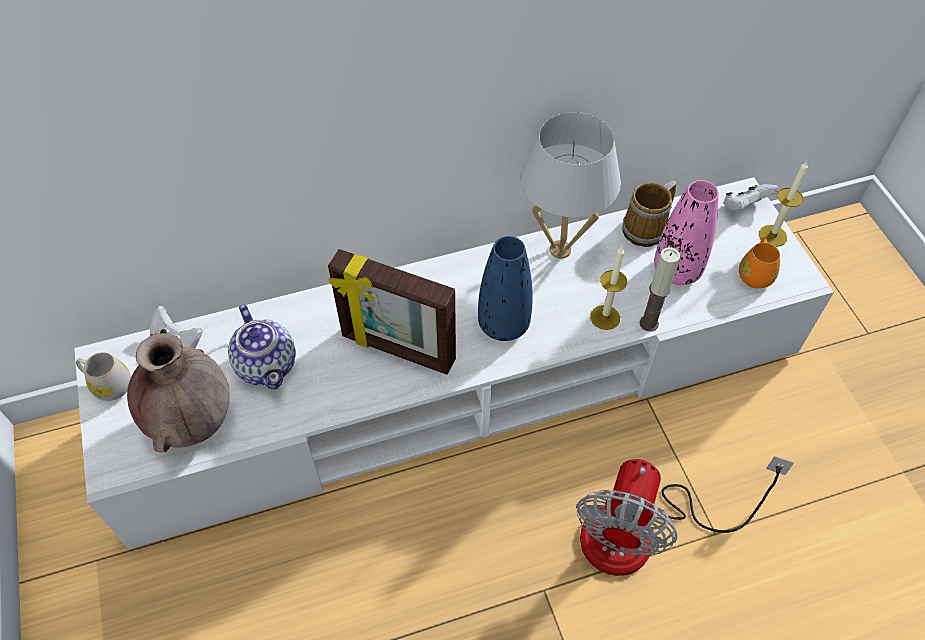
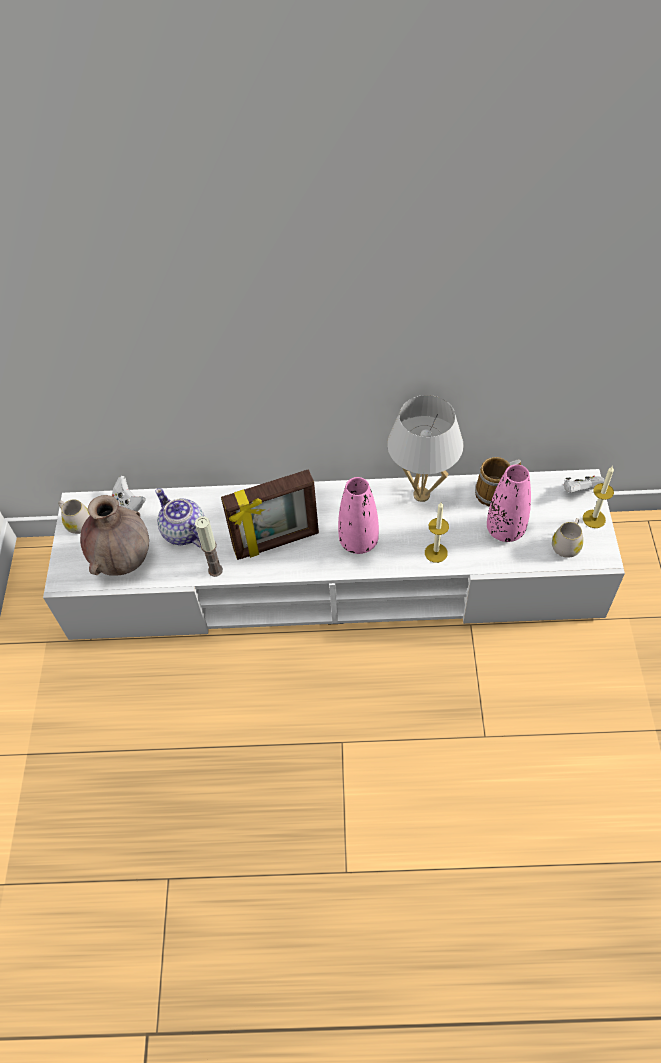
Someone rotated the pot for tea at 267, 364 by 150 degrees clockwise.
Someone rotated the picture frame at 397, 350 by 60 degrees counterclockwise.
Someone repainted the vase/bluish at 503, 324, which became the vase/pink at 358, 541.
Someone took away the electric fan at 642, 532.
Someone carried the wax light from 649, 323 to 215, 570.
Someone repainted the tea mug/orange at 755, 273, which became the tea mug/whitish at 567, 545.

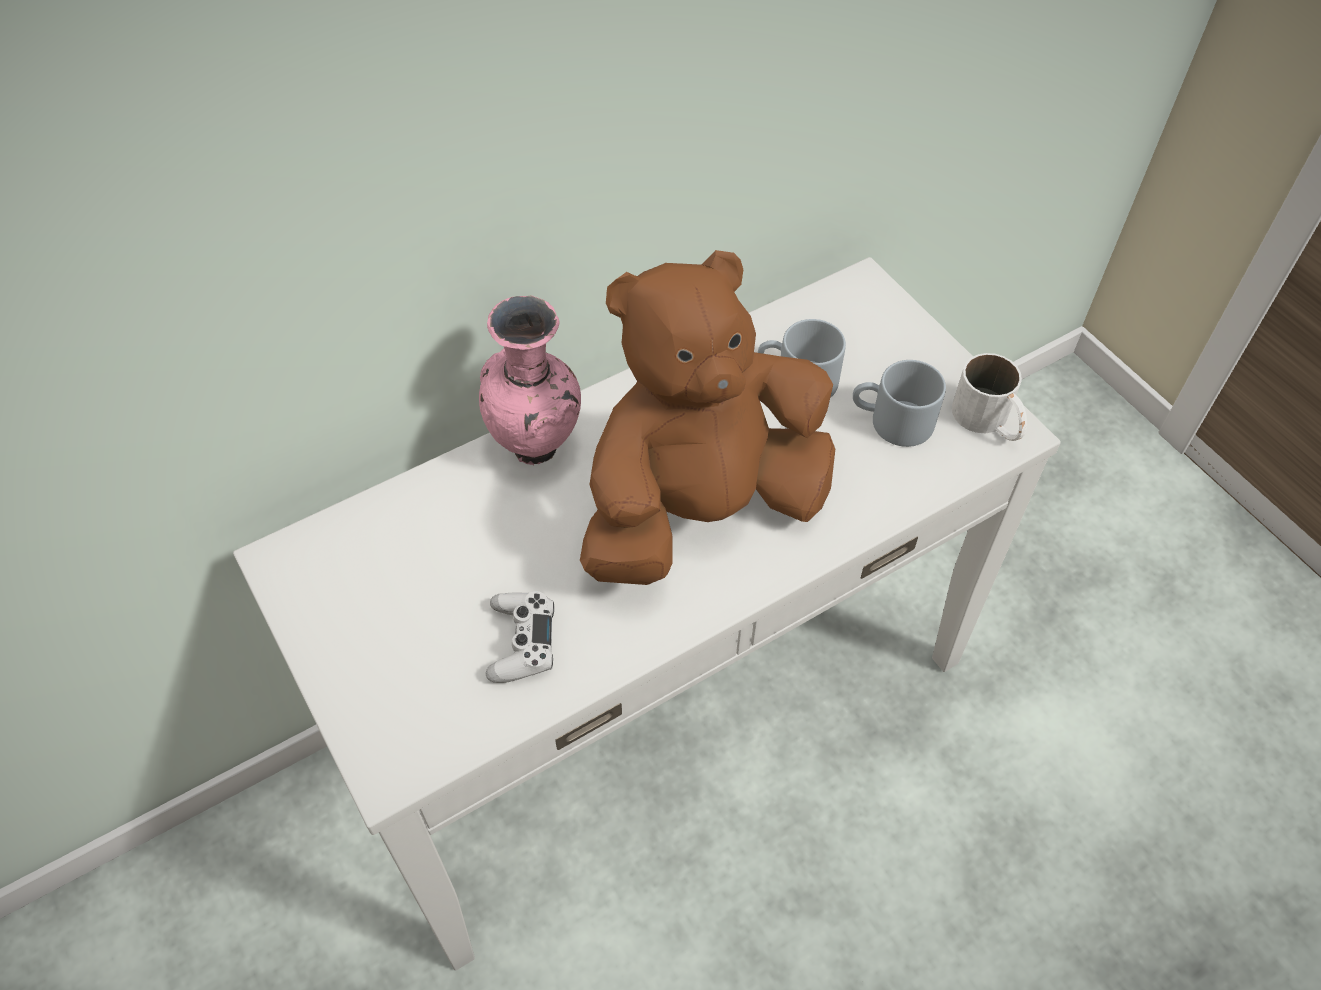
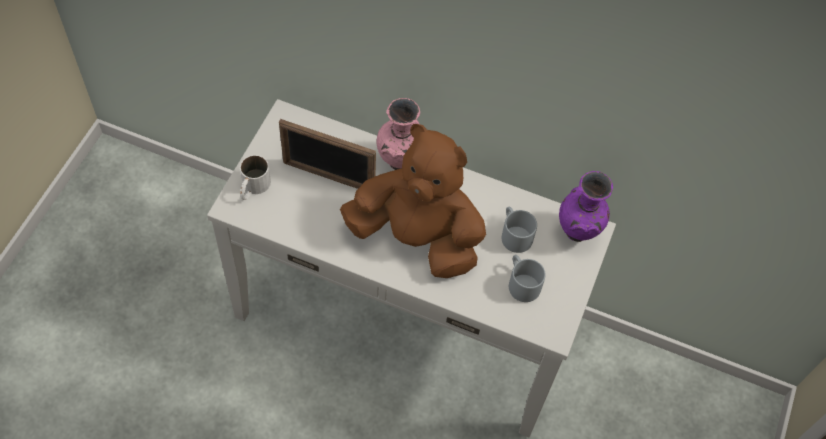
Someone took away the game controller/whitish at 522, 642.
Someone carried the tea mug/whitish from 989, 421 to 253, 188.
Someone put down the picture frame at 328, 177.
Someone put down the vase/purple at 578, 234.

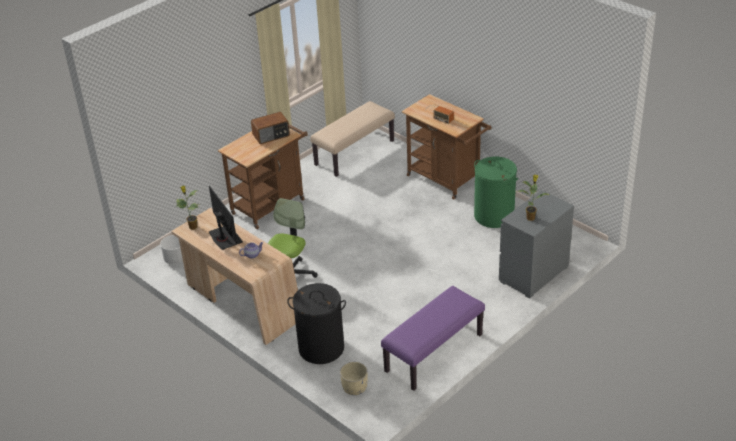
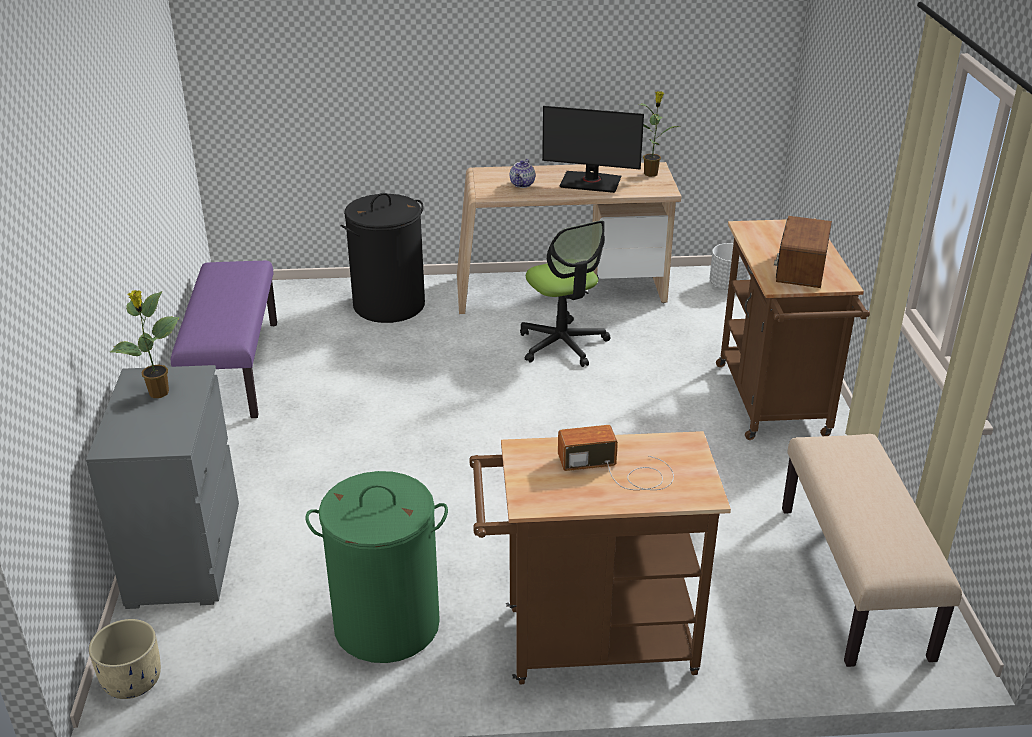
Someone carried the flower pot/beige-coloured from 354, 387 to 133, 681.

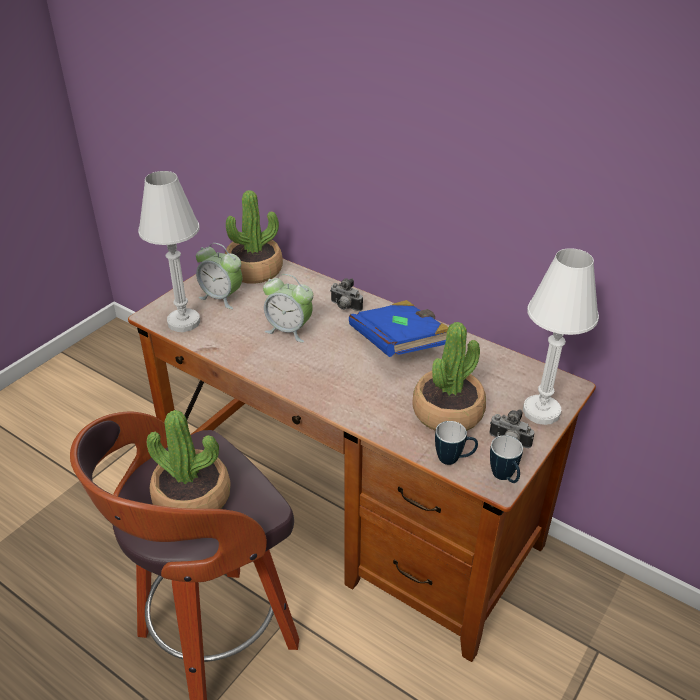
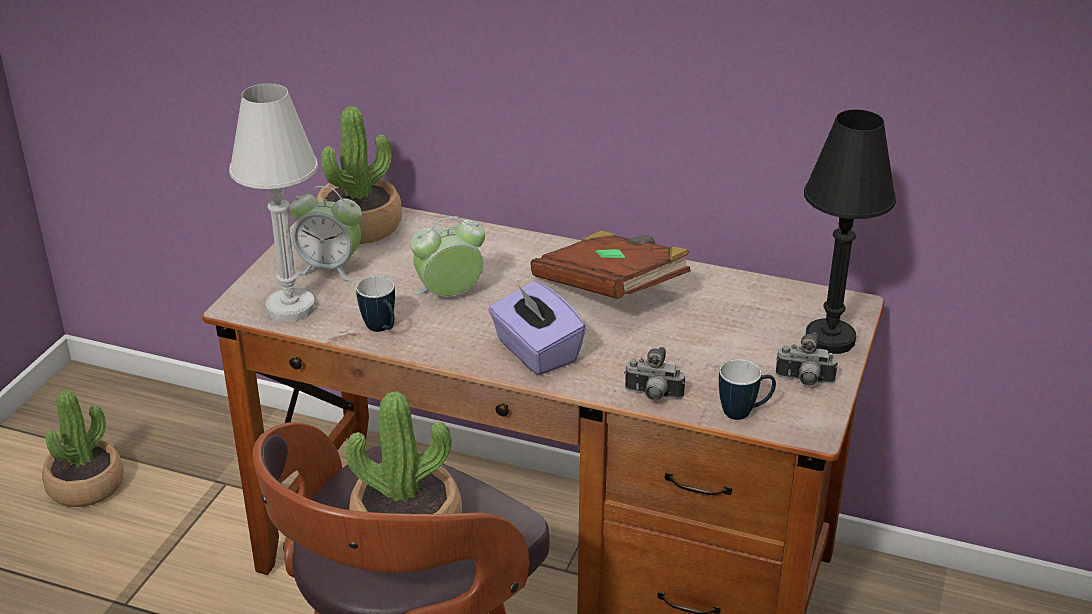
Someone rotated the alarm clock at 289, 330 by 150 degrees clockwise.
Someone carried the still camera from 344, 307 to 652, 396.
Someone repainted the book/bluish at 399, 345, which became the book/brownish at 610, 290.
Someone carried the plant in a pot from 448, 412 to 86, 486.
Someone carried the tea mug from 505, 478 to 382, 329.
Someone repainted the lamp for a table/whitish at 541, 411, which became the lamp for a table/black-coloured at 829, 339.
Someone put down the box of tissues/purple at 535, 352.

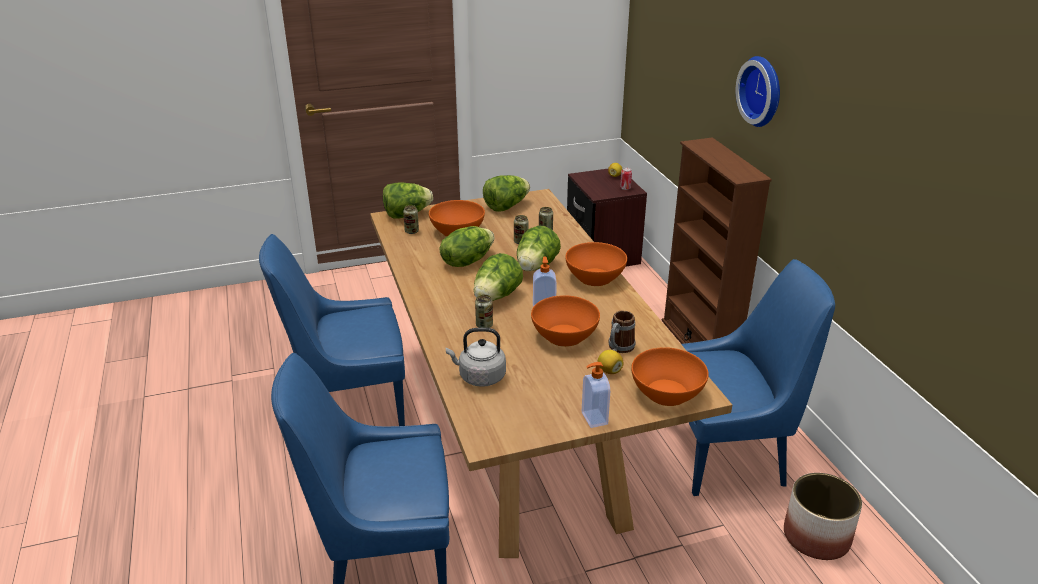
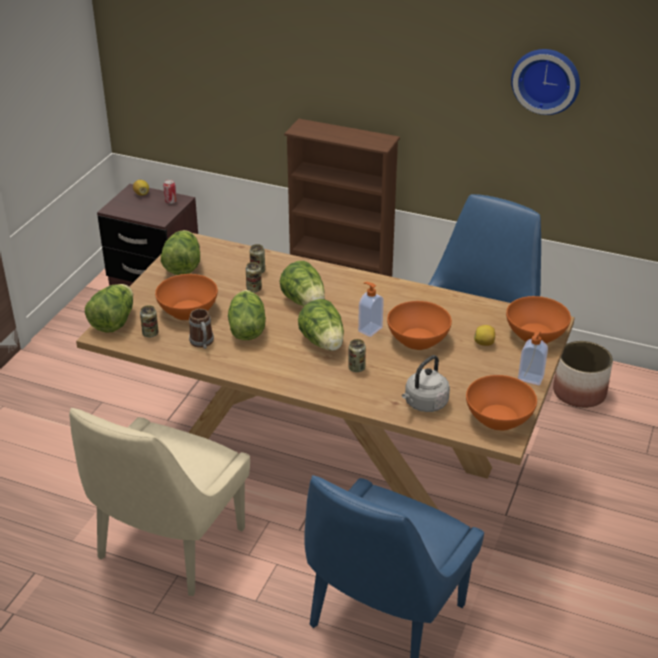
Someone repainted the plain chair/bluish at 350, 407, which became the plain chair/beige-coloured at 168, 547.
Someone carried the deep dish/orange from 595, 277 to 498, 417.
Someone carried the tea mug from 619, 348 to 202, 343.
Someone carried the clock on the wall from 763, 91 to 546, 79.

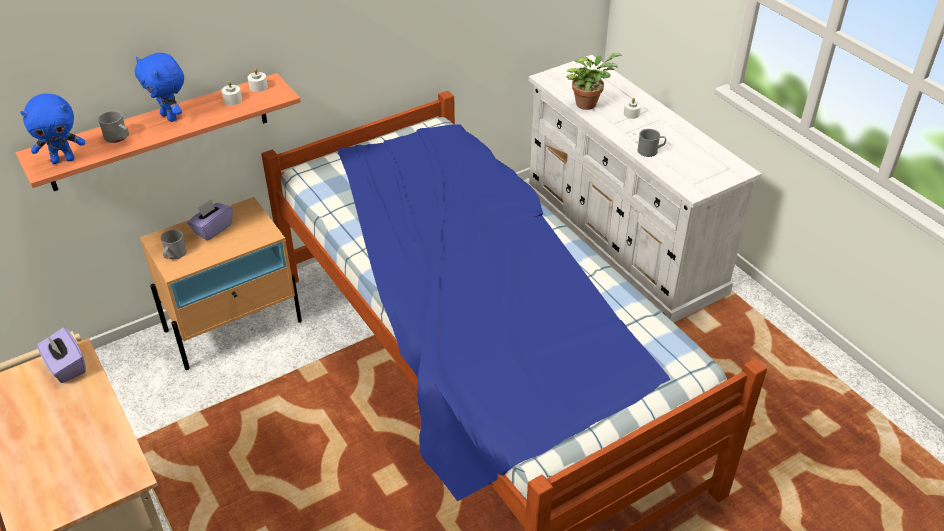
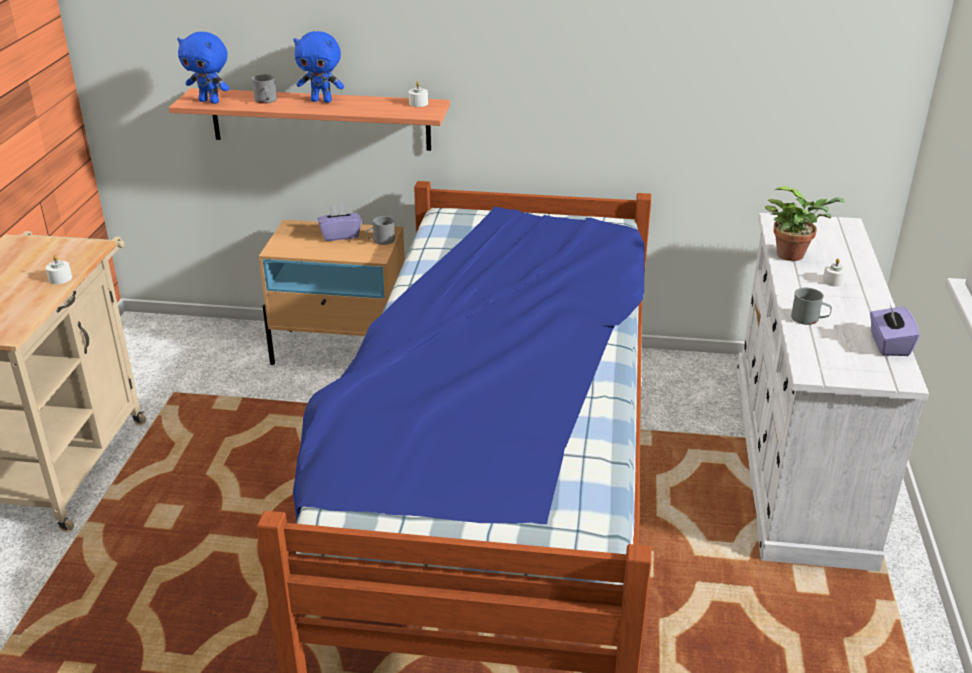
Someone carried the box of tissues/purple from 66, 366 to 888, 344.
Someone rotated the plush toy/bluish at 170, 117 by 75 degrees counterclockwise.
Someone carried the tea mug/grey from 174, 255 to 381, 241.
Someone carried the wax light/whitish from 232, 100 to 60, 278.

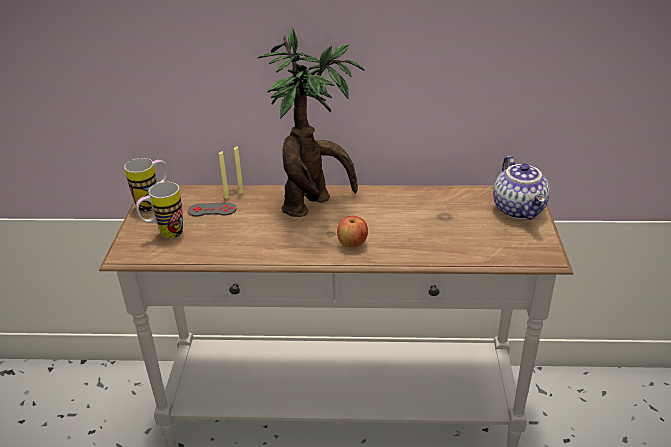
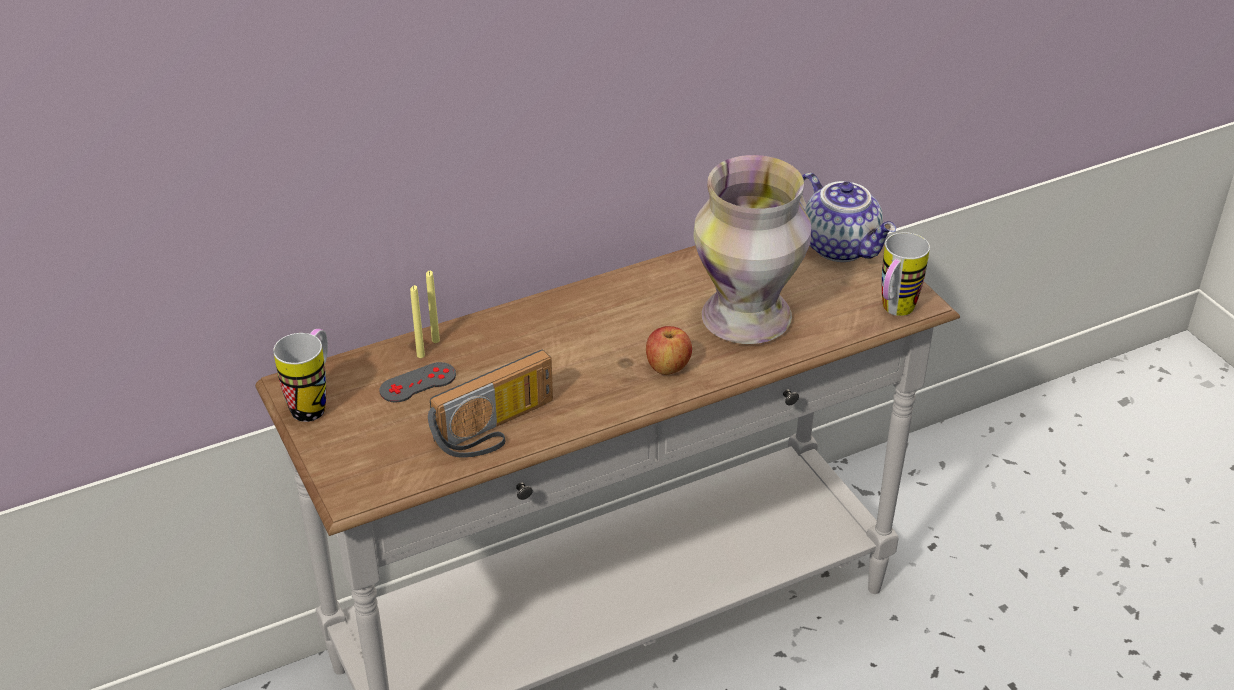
Someone carried the tea mug from 164, 234 to 893, 312.
Someone took away the plant in a pot at 314, 203.
Someone put down the radio at 497, 430.
Someone put down the vase at 745, 319.

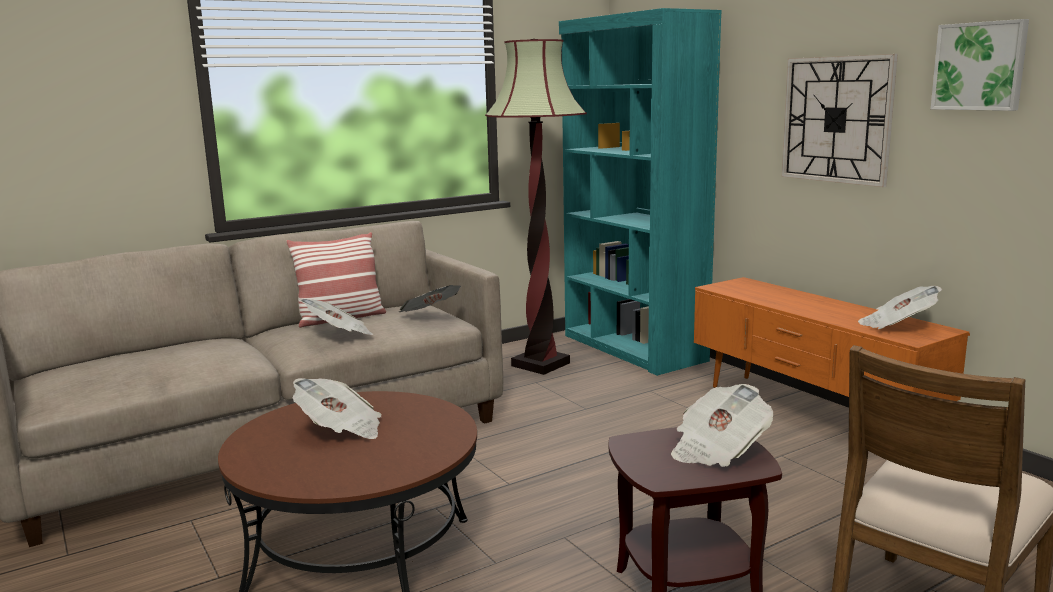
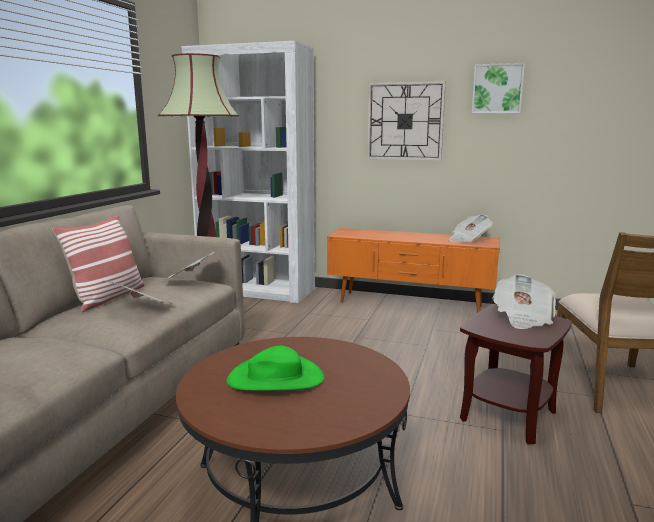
Someone swapped the daily paper at 341, 430 for the hat/green-coloured at 275, 379.
Someone repainted the shelving unit/blue-green at 632, 348, which became the shelving unit/whitish at 257, 290.

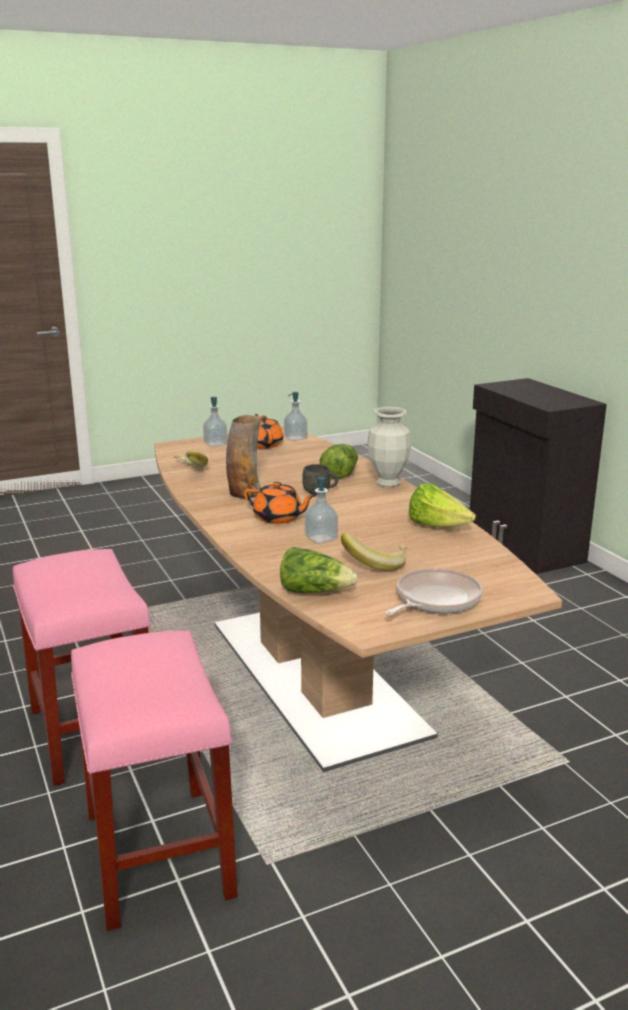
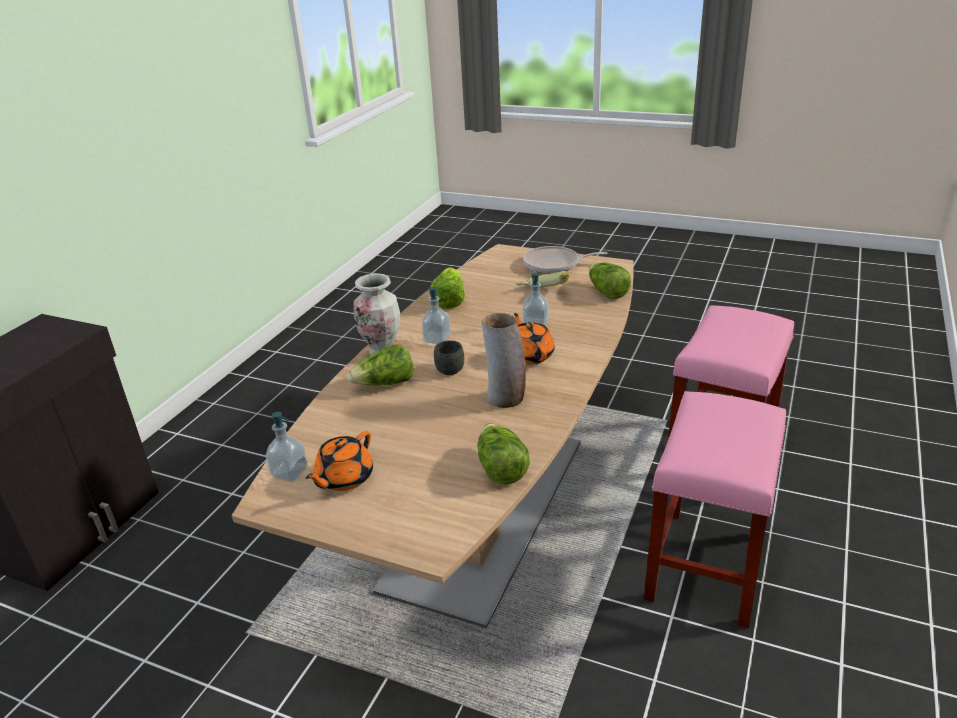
Someone swapped the whole banana at 187, 471 for the lettuce head at 500, 468.
Someone carried the soap dispenser from 215, 444 to 437, 339.

